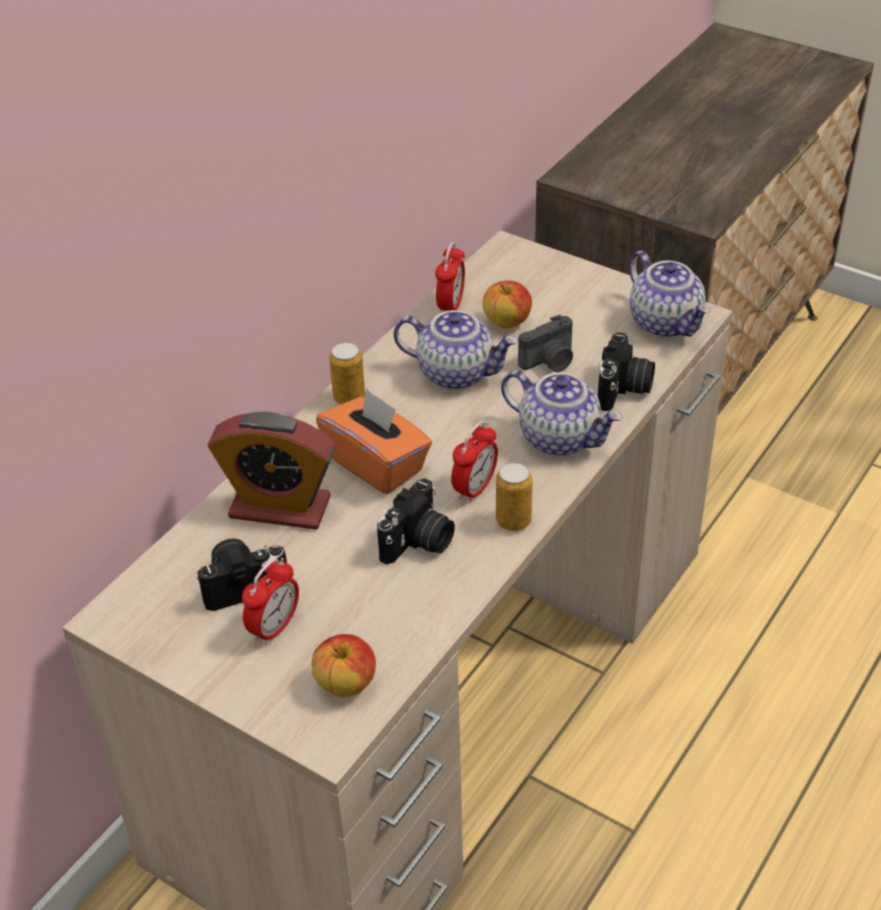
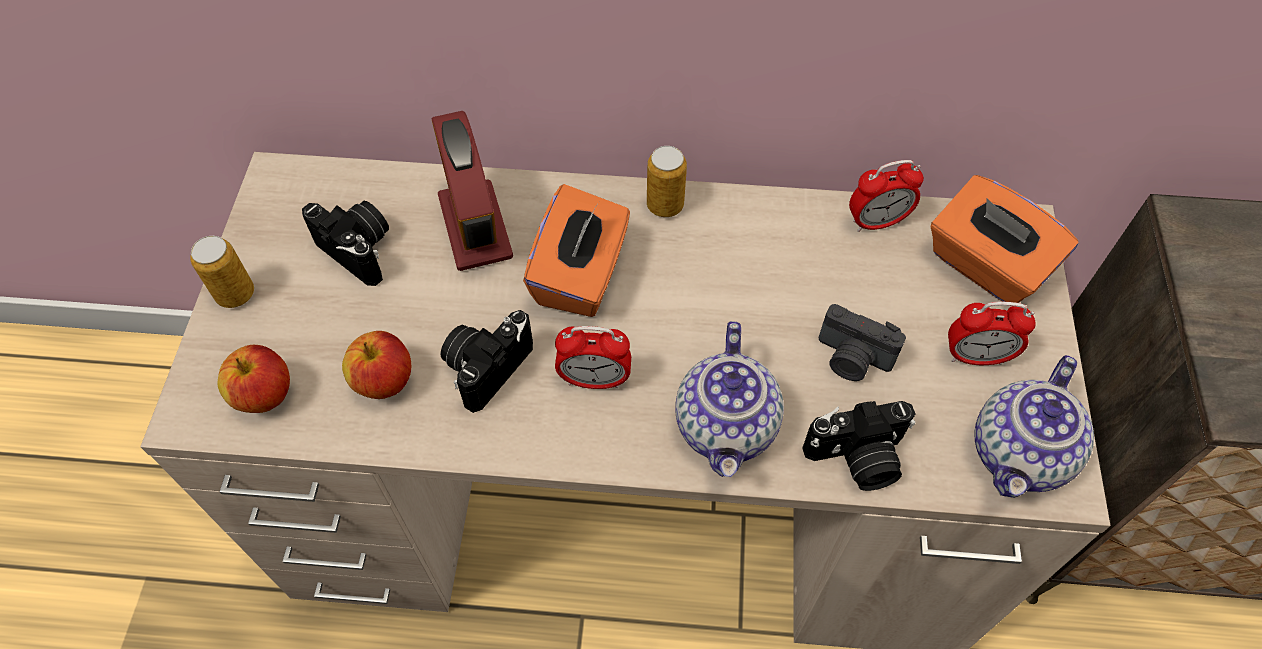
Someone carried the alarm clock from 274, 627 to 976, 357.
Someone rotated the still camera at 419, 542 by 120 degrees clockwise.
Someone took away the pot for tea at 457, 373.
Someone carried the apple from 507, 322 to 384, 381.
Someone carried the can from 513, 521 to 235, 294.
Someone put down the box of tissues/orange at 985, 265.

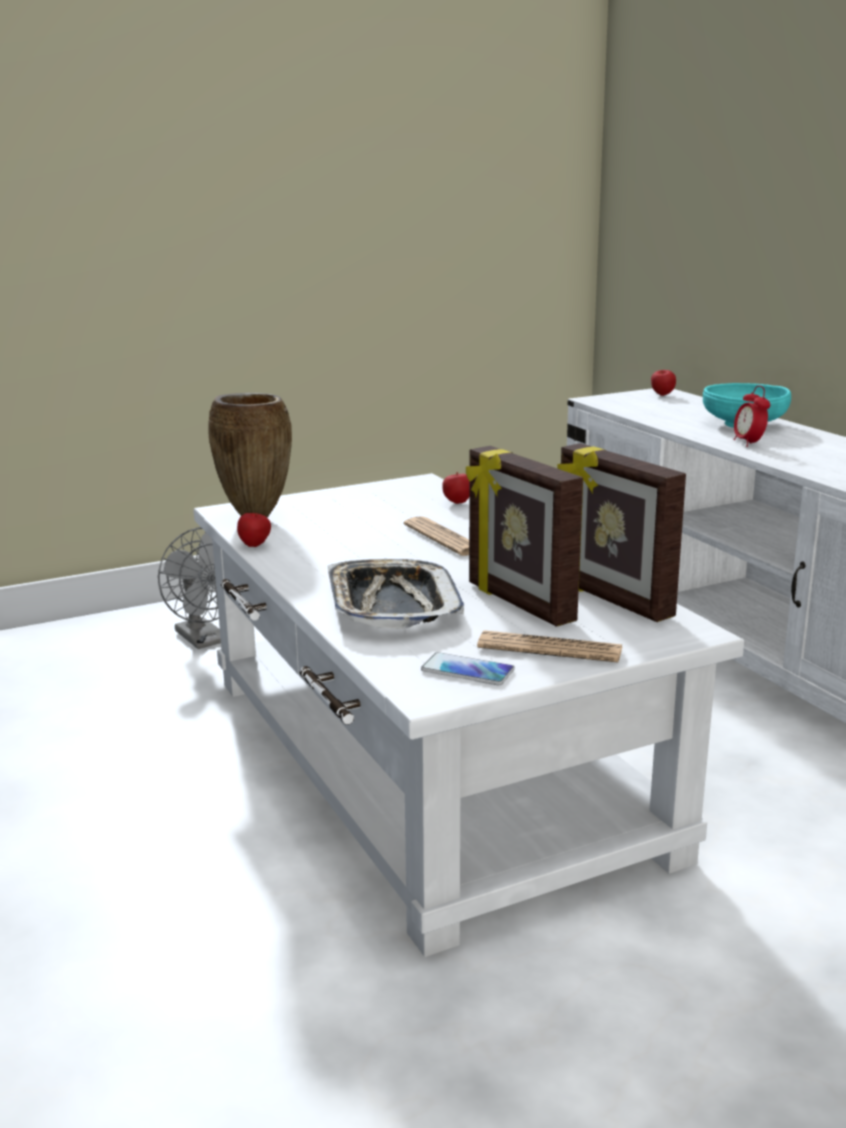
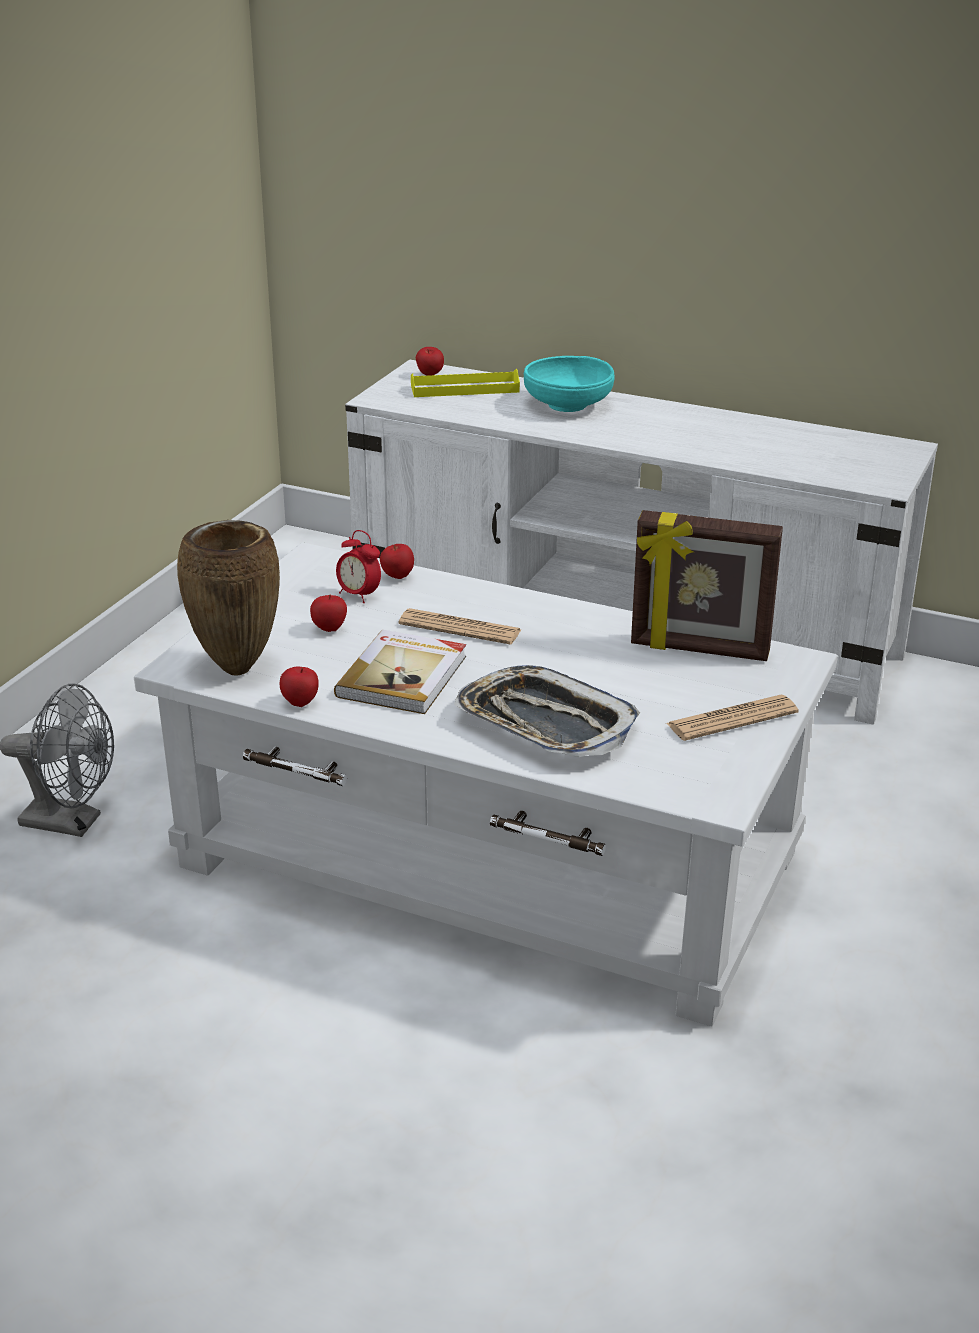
Someone took away the telephone at 467, 671.
Someone took away the picture frame at 518, 603.
Someone carried the alarm clock from 748, 443 to 359, 595.
Someone put down the apple at 329, 629.
Someone put down the book at 404, 676.
Someone put down the carrying tray/yellowish at 464, 389.

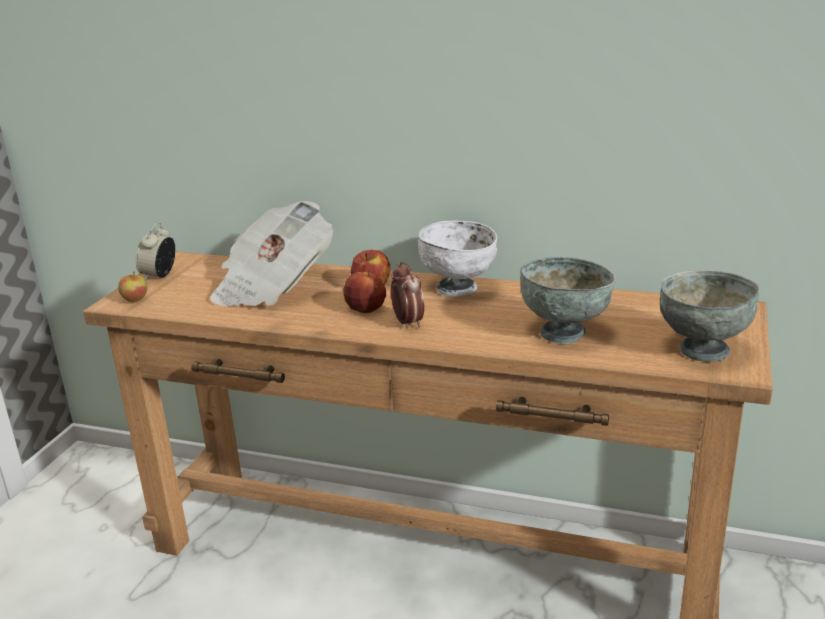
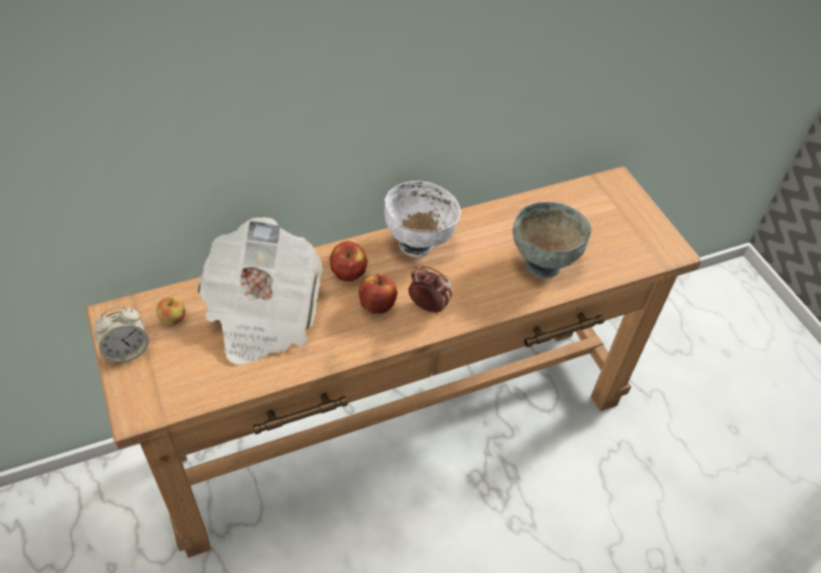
Someone carried the apple from 135, 299 to 173, 319.
Someone rotated the alarm clock at 159, 275 by 90 degrees counterclockwise.
Someone took away the deep dish/grey at 702, 350.

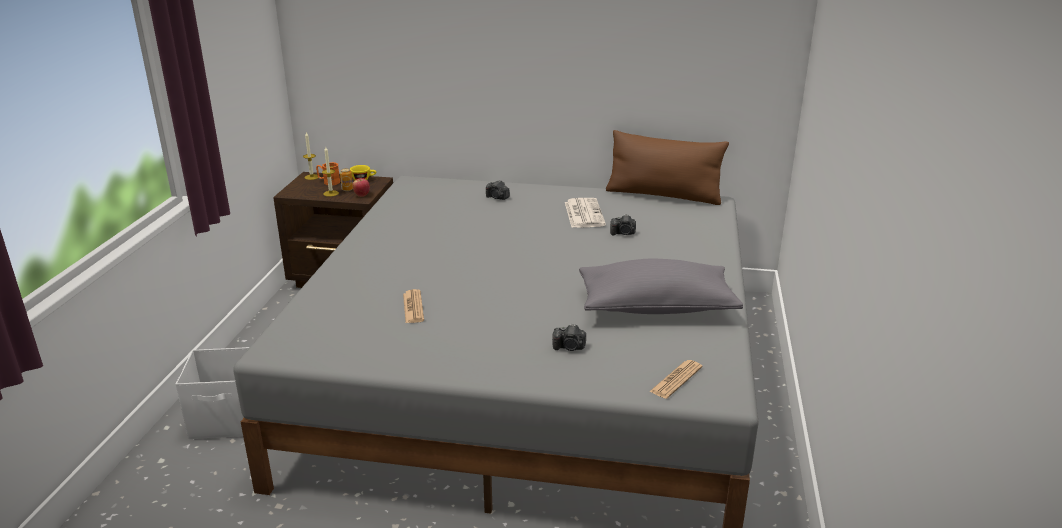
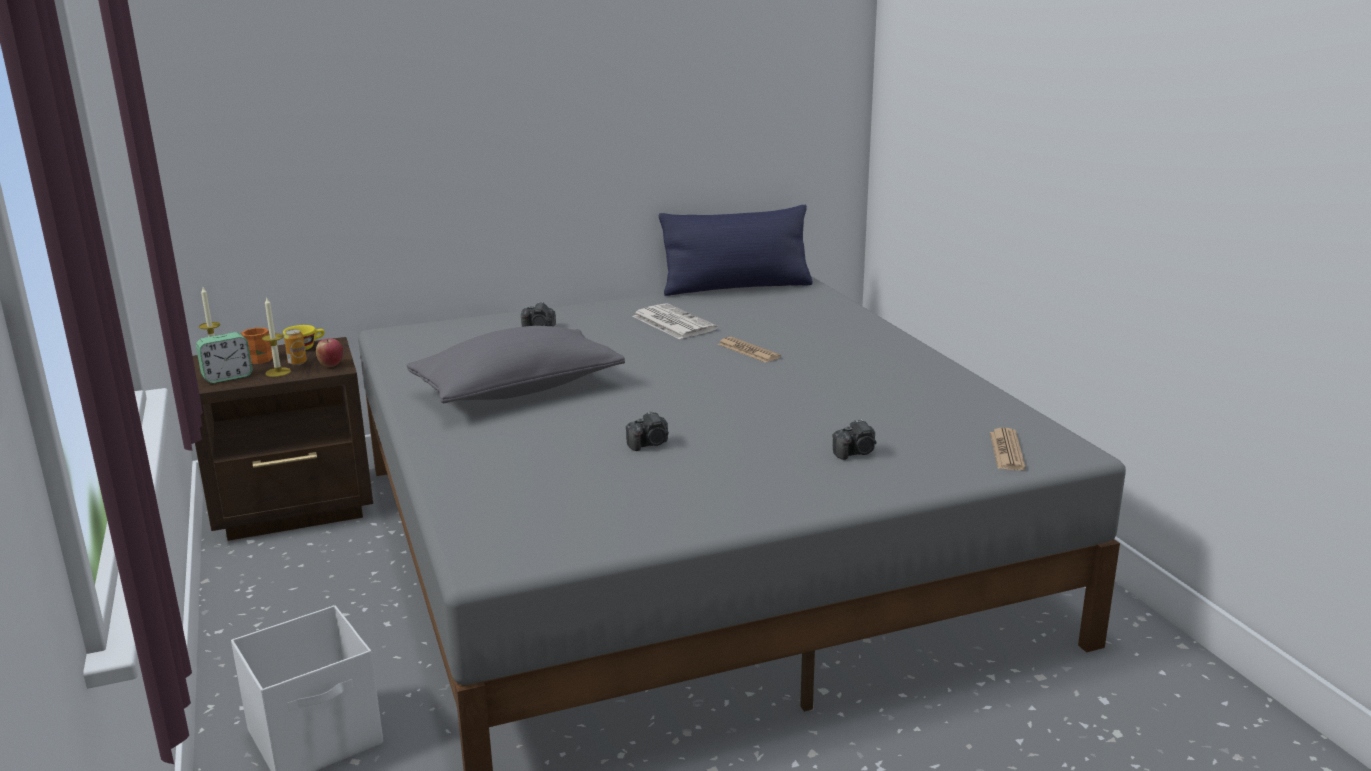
Someone carried the daily paper from 413, 307 to 748, 351.
Someone carried the cushion/grey from 656, 307 to 518, 390.
Someone repainted the cushion/brownish at 663, 195, which became the cushion/bluish at 736, 287.
Someone carried the still camera from 623, 233 to 649, 444.
Someone put down the alarm clock at 227, 377.

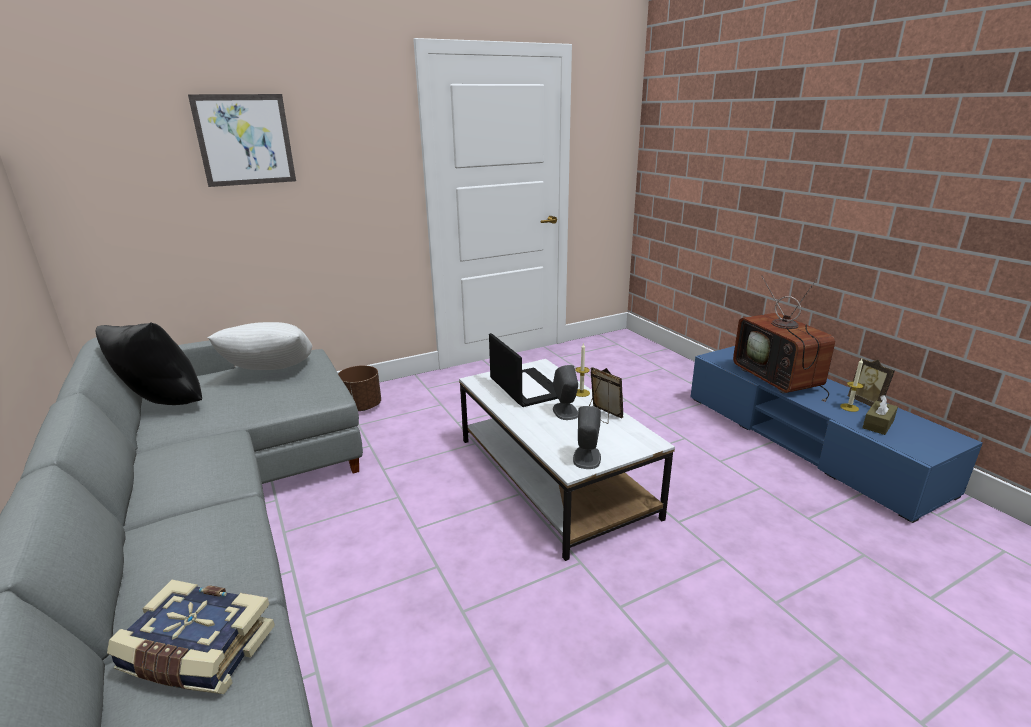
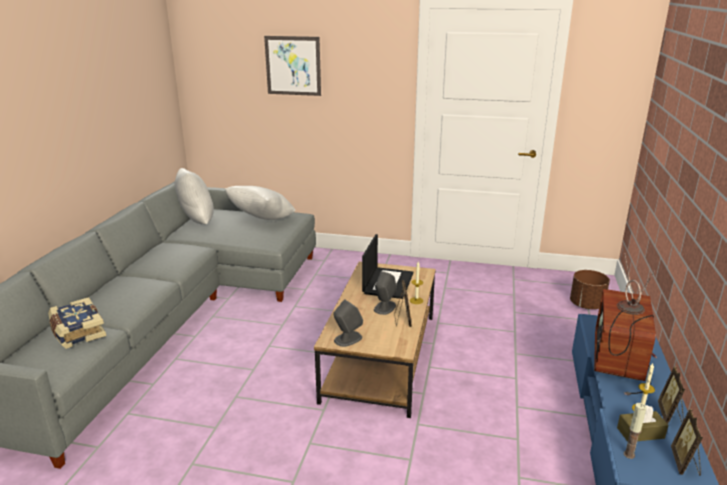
Someone repainted the cushion/black-coloured at 162, 407, which became the cushion/whitish at 196, 222.
Someone carried the flower pot/brownish from 361, 407 to 586, 305.
Someone repainted the low table/whitish at 552, 476, which became the low table/brownish at 380, 356.
Someone put down the wax light at 629, 454.
Someone put down the picture frame at 685, 463.

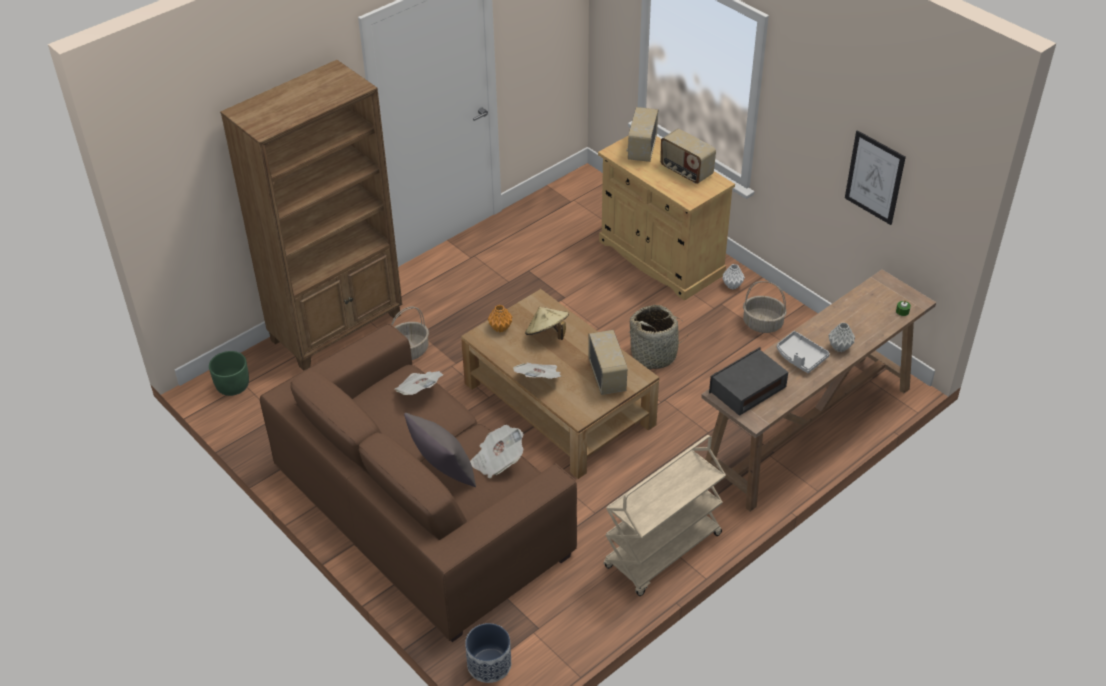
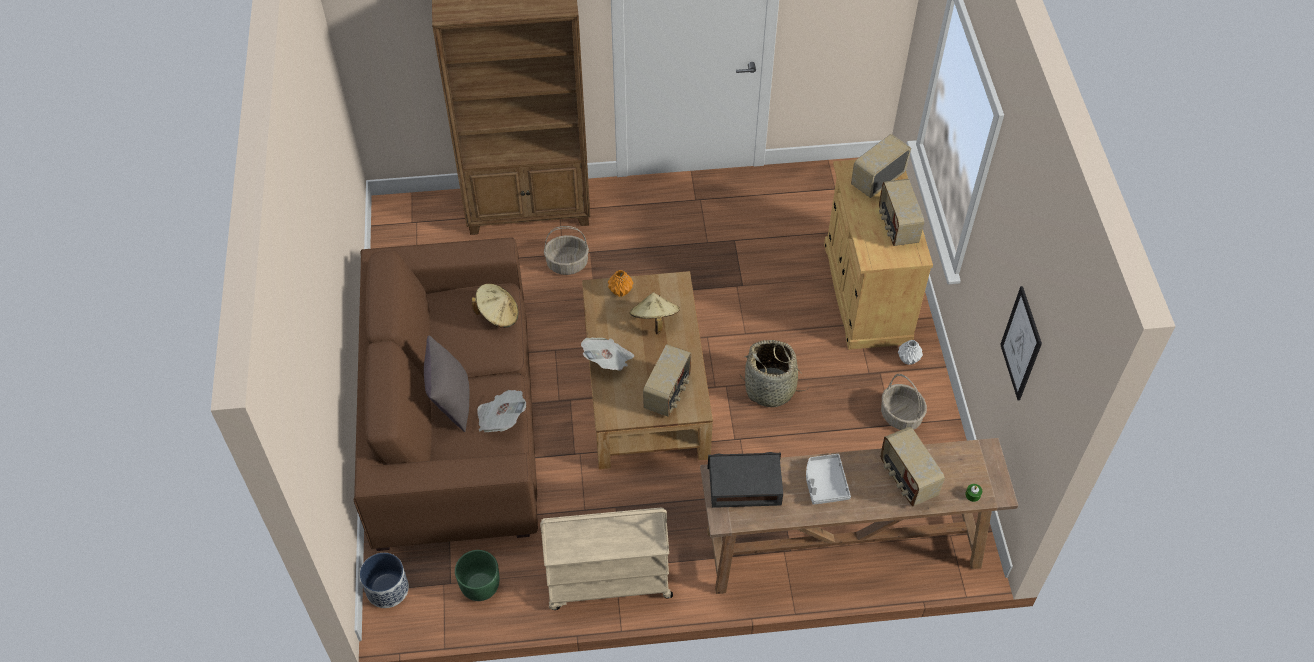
Someone carried the flower pot/green-coloured from 232, 386 to 480, 585.
Someone swapped the daily paper at 419, 391 for the hat/beige-coloured at 498, 315.
Someone took away the vase/grey at 840, 347.
Someone put down the radio at 907, 479.

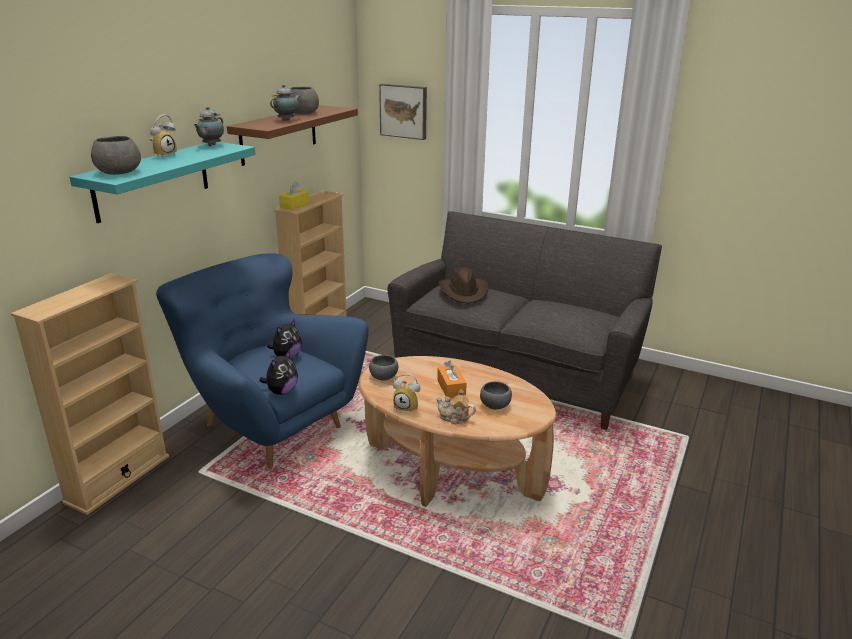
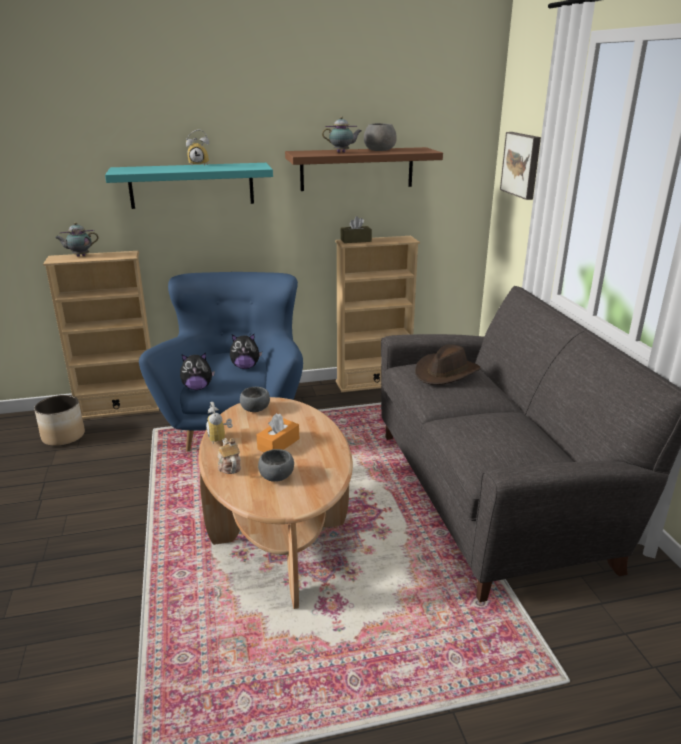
Someone took away the deep dish/grey at 118, 172.
Someone carried the pot for tea from 211, 145 to 79, 256.
Someone repainted the box of tissues/yellowish at 295, 205, which became the box of tissues/brownish at 356, 240.
Someone put down the flower pot at 64, 436.

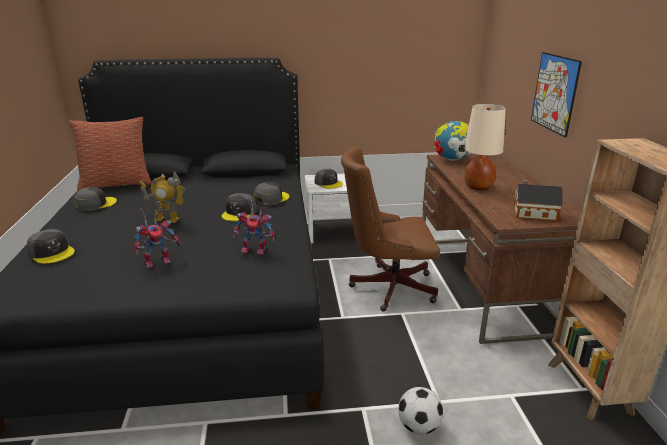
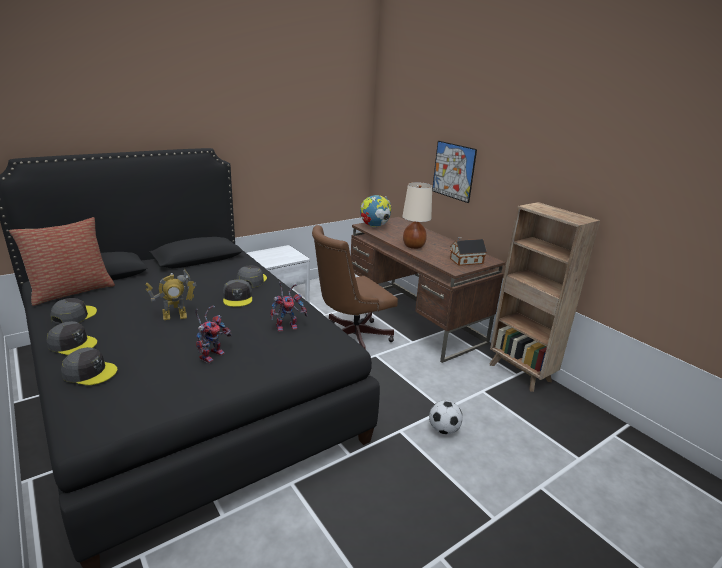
Someone carried the baseball cap/grey from 328, 183 to 72, 344.

